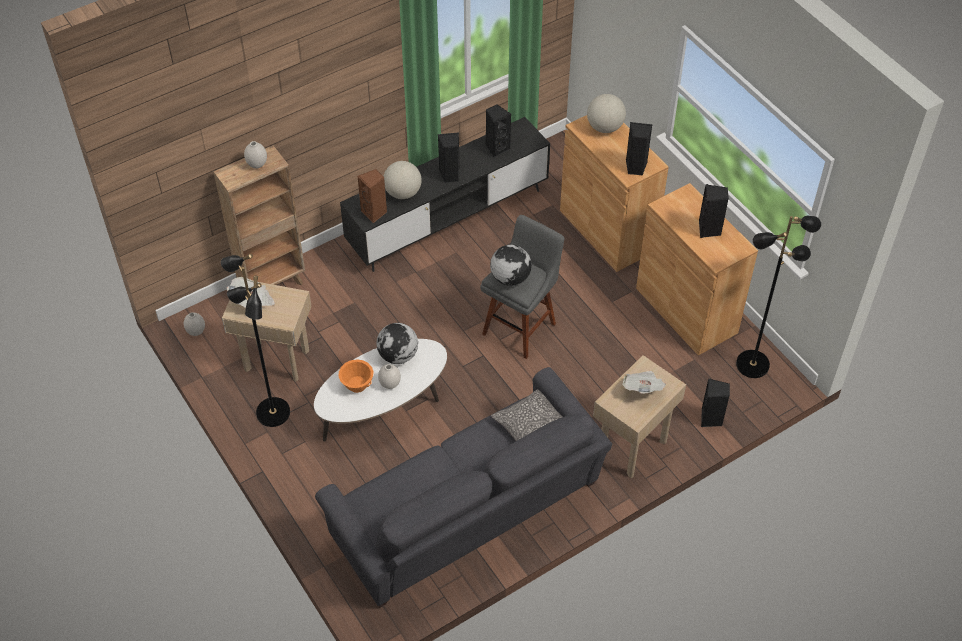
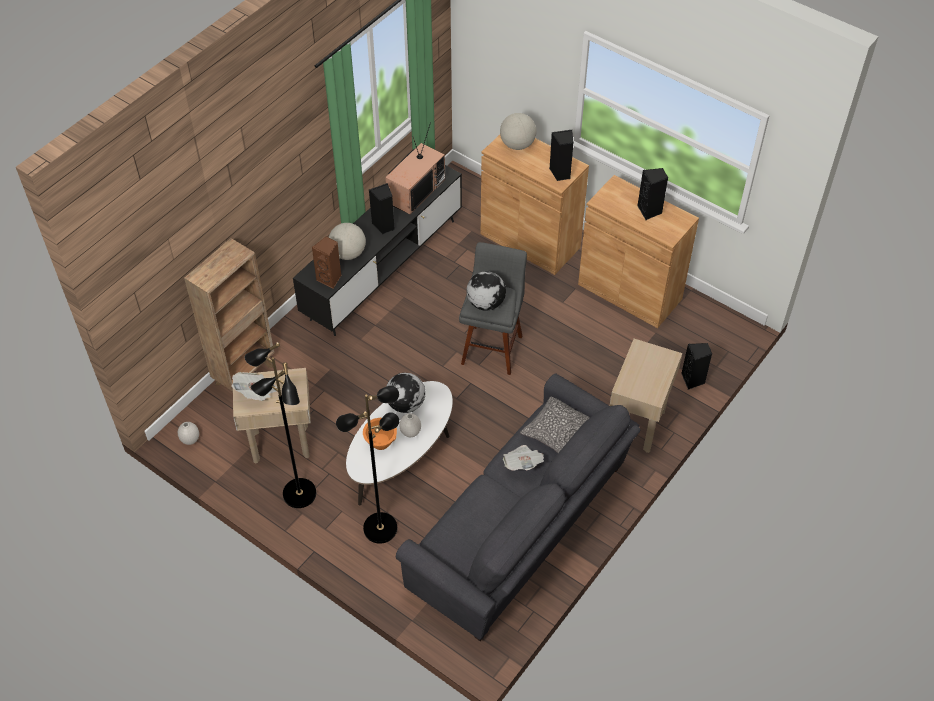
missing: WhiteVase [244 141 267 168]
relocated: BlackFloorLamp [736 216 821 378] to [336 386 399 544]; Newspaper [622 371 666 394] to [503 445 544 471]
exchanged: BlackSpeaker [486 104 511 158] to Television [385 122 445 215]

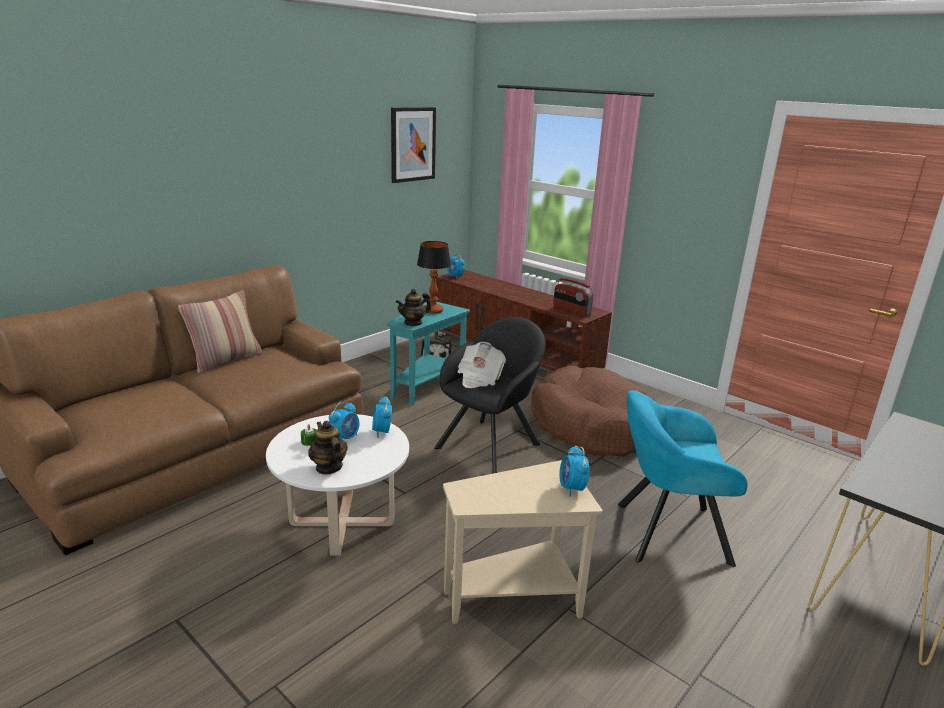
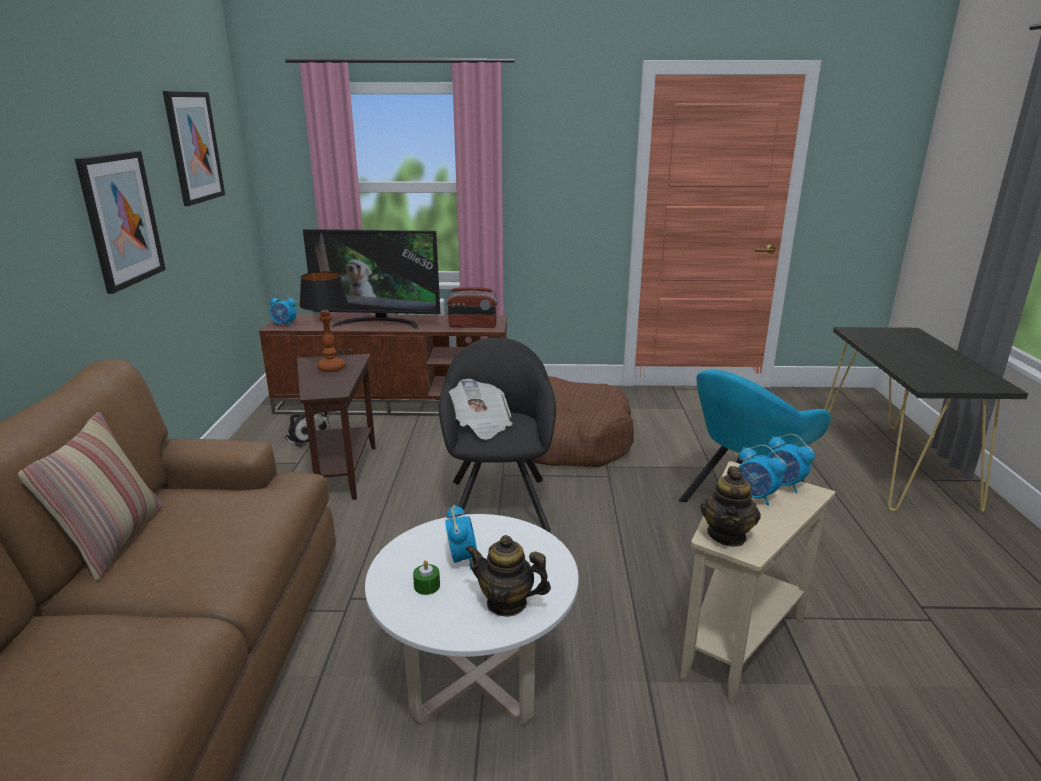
appeared: Picture [75 151 166 294]; Television [303 229 440 329]
relocated: Teapot [396 289 431 326] to [700 466 761 547]; AlarmClock [372 397 392 438] to [738 445 786 506]
colour: TurquoiseSideTable [387 301 470 406] to BrownSideTable [297 354 376 500]

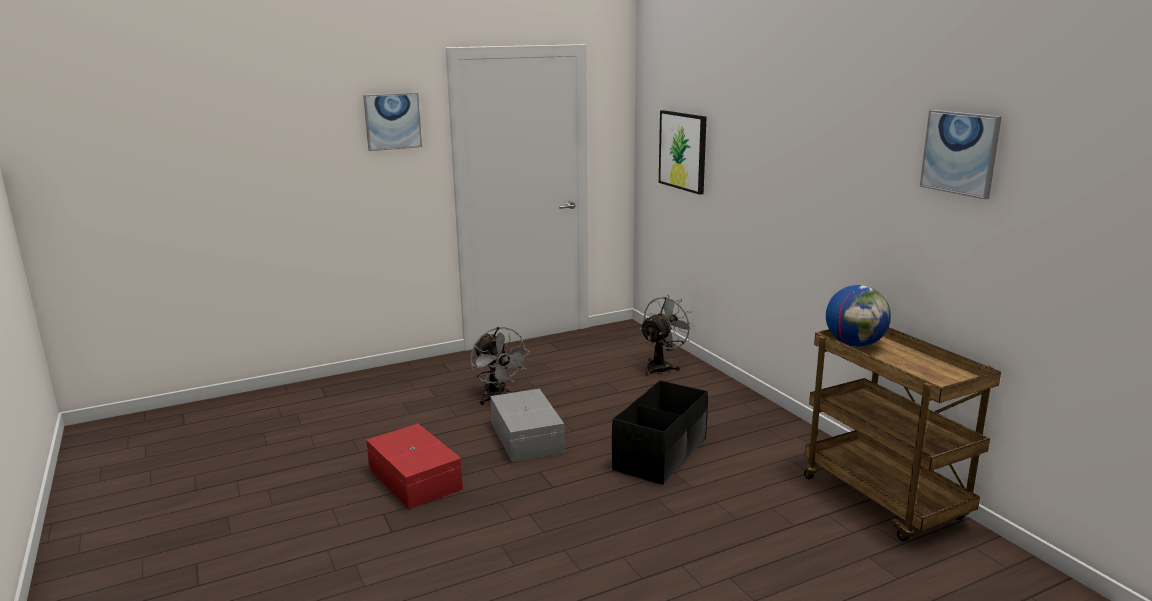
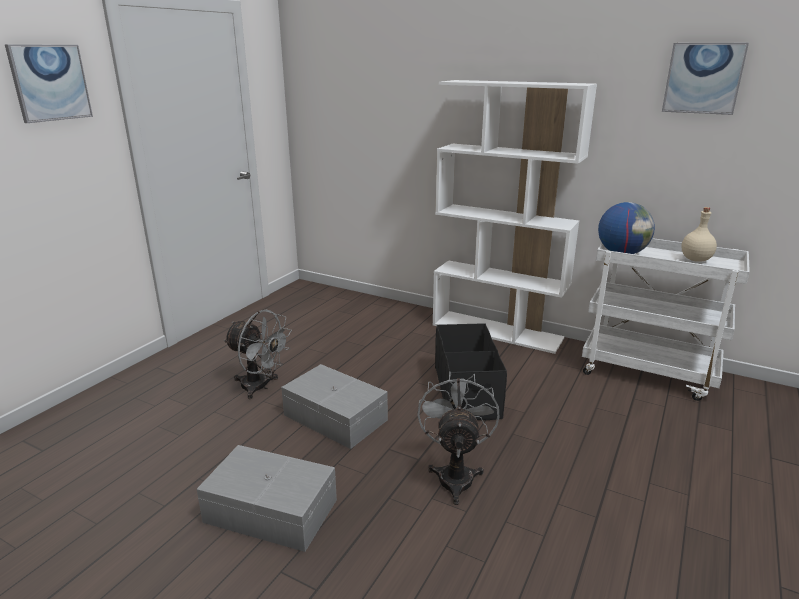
missing: Picture [659 110 706 195]
appeared: WhiteBookcase [432 80 597 354]; BeigeBottle [681 207 717 262]
relocated: GreyFan [640 295 695 376] to [417 371 499 505]
colour: BrownCart [804 327 1001 542] to WhiteCart [582 238 750 401]; RedStorageBox [366 424 463 510] to GreyStorageBox [197 445 337 552]

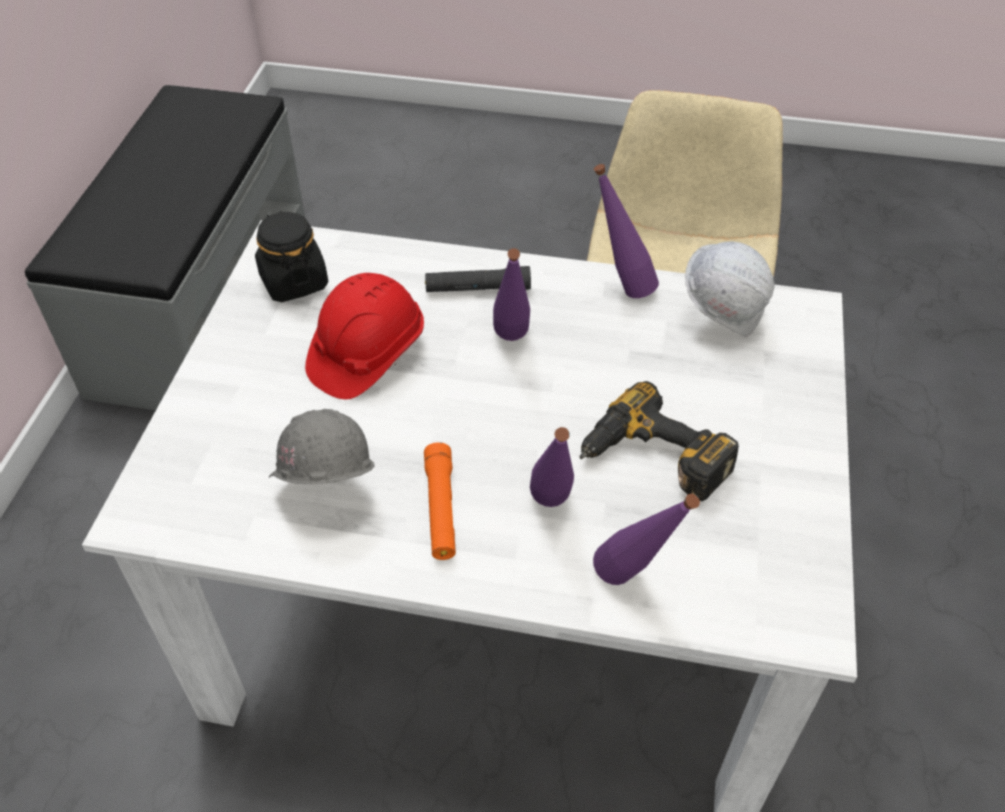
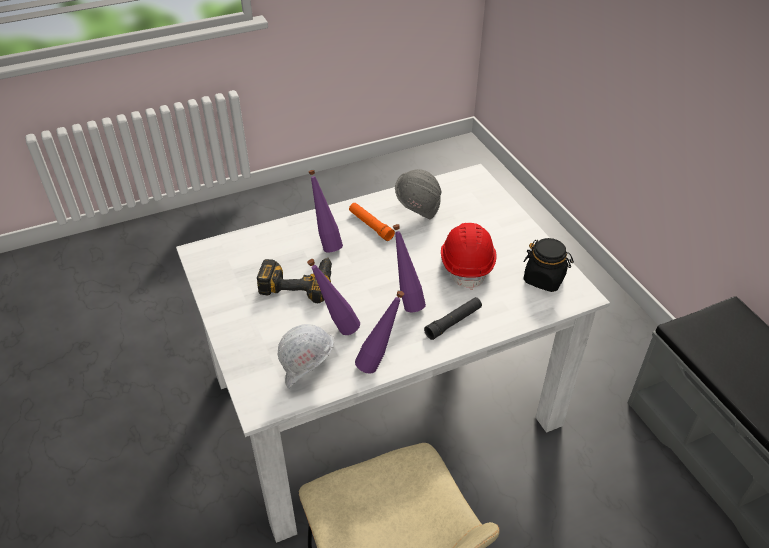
relocated: PurpleBottle [593 494 700 585] to [307 259 360 335]

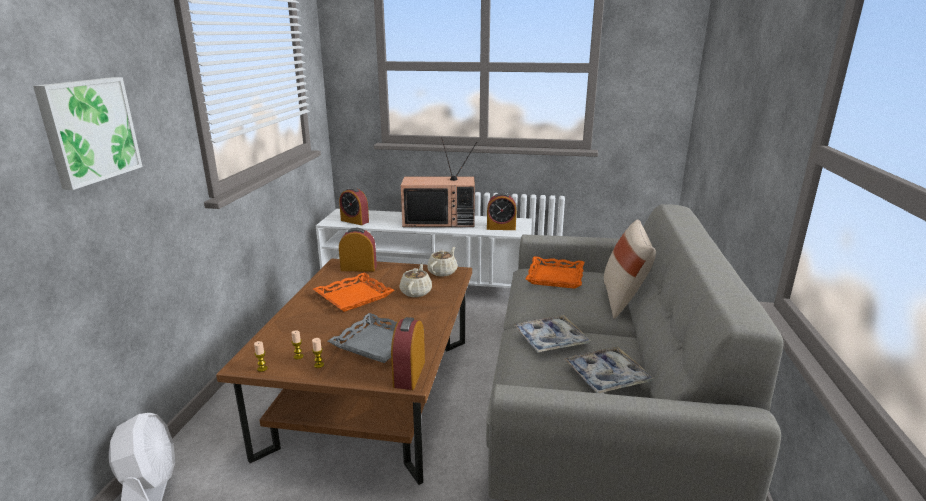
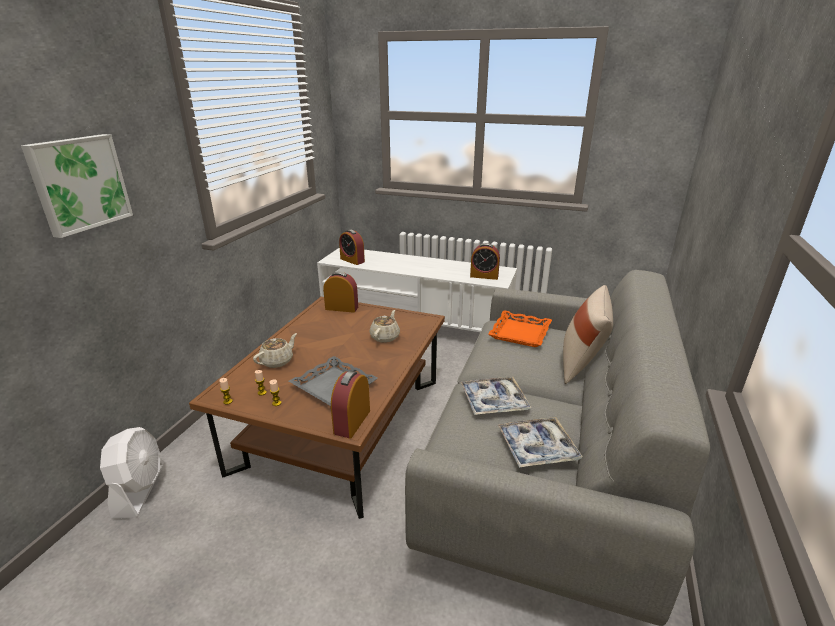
missing: Television [401 137 477 227]; OrangeTray [313 272 394 312]
relocated: BeigeTeapot [427 247 458 277] to [253 333 297 368]

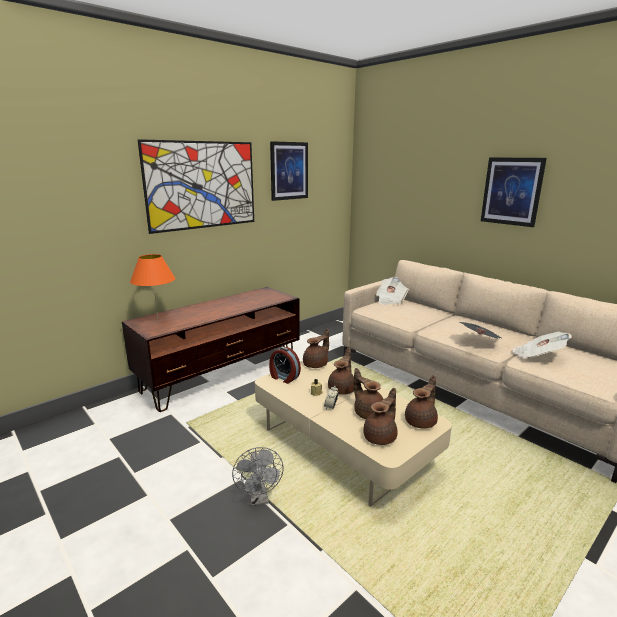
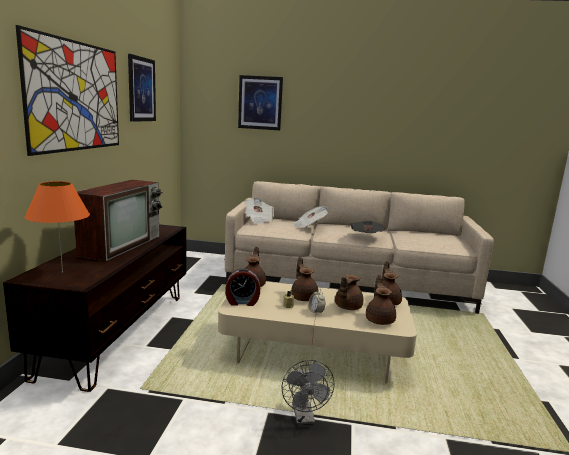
appeared: Television [74 180 163 261]
relocated: Picture [481 157 547 227] to [238 75 283 130]; Newspaper [512 332 572 359] to [292 206 328 228]
spun: BrownTeapot [354 368 383 419] = [335 275 363 310] 75 degrees counterclockwise; GreyFan [232 447 284 506] = [281 360 335 424] 45 degrees clockwise

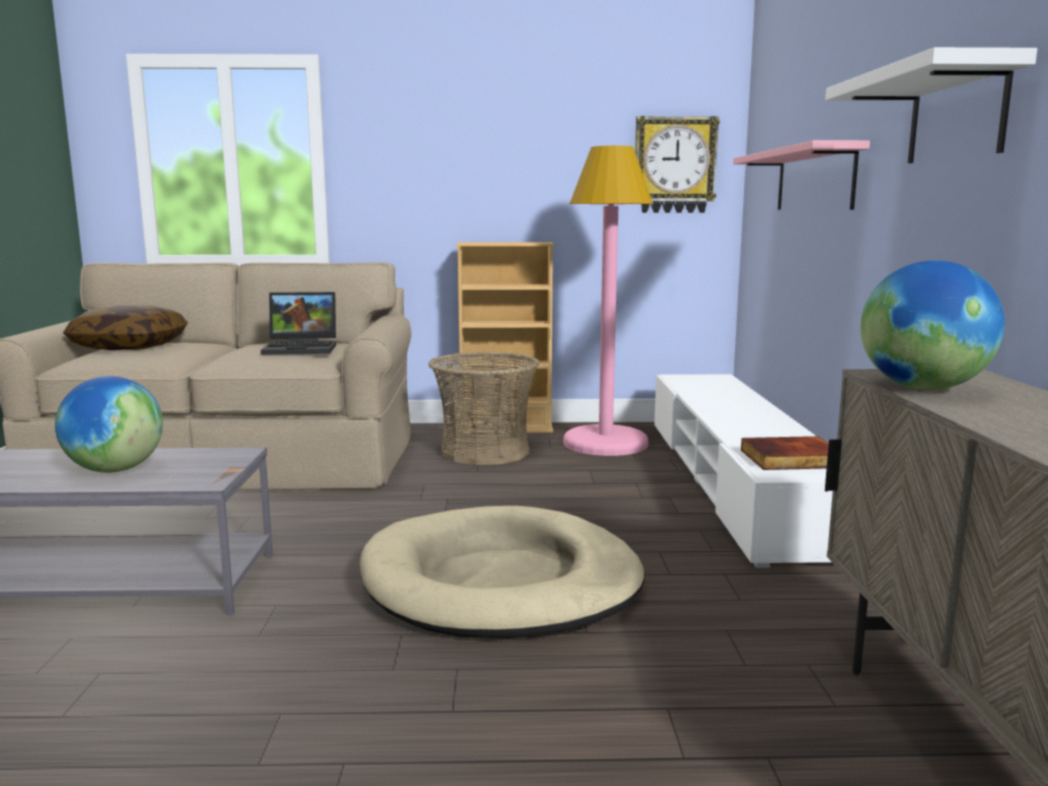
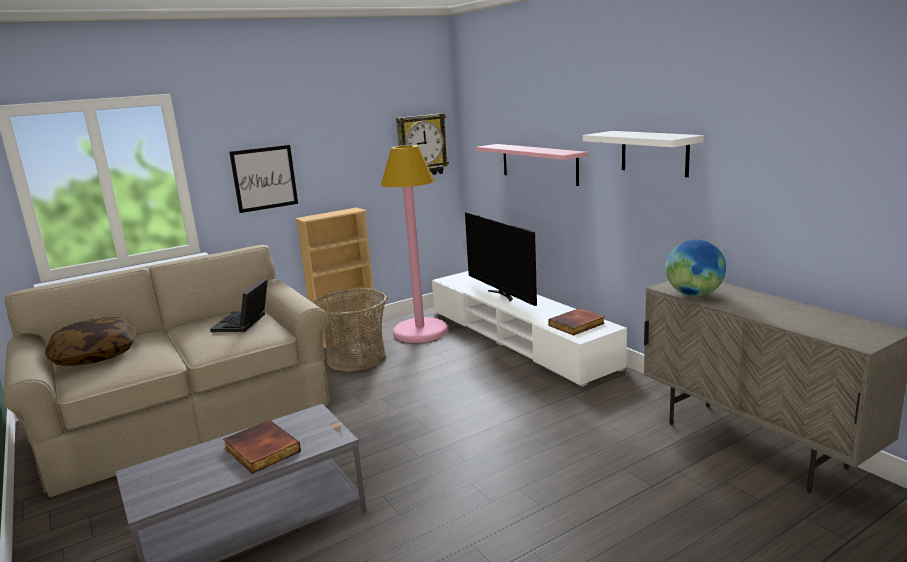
missing: BeigeDogBed [360 506 645 638]
appeared: Picture [229 145 298 213]; Television [465 212 537 306]
exchanged: Globe [55 376 163 473] to Book [223 420 301 474]
spun: Laptop [261 292 336 355] = [210 278 268 332] 135 degrees clockwise

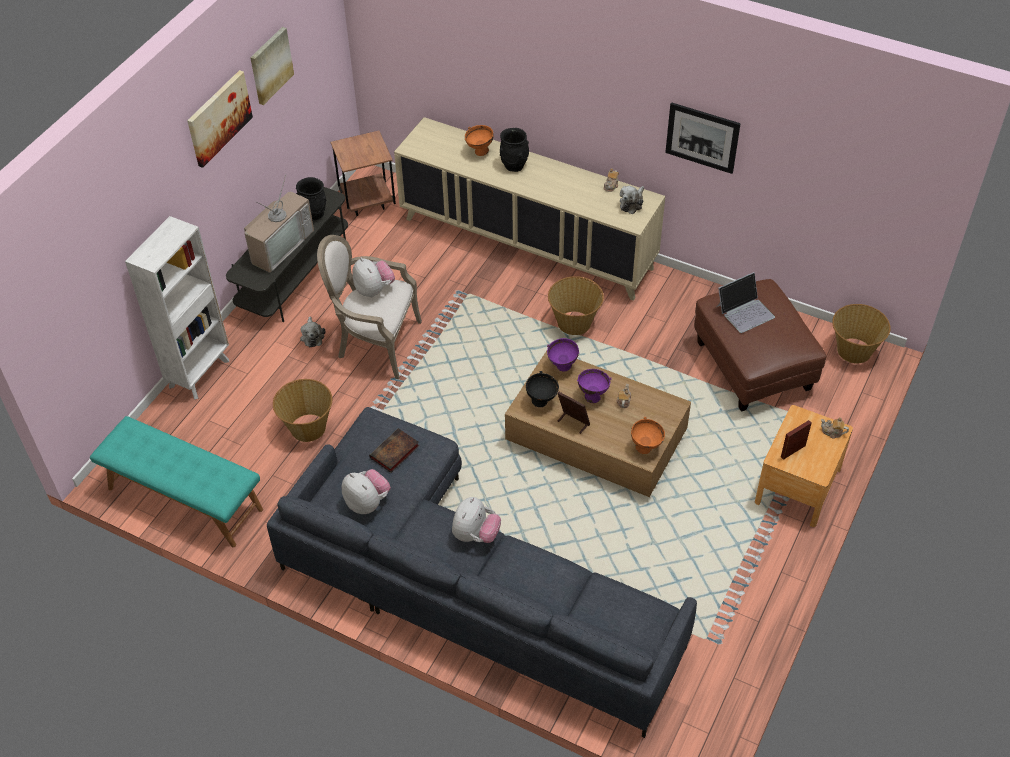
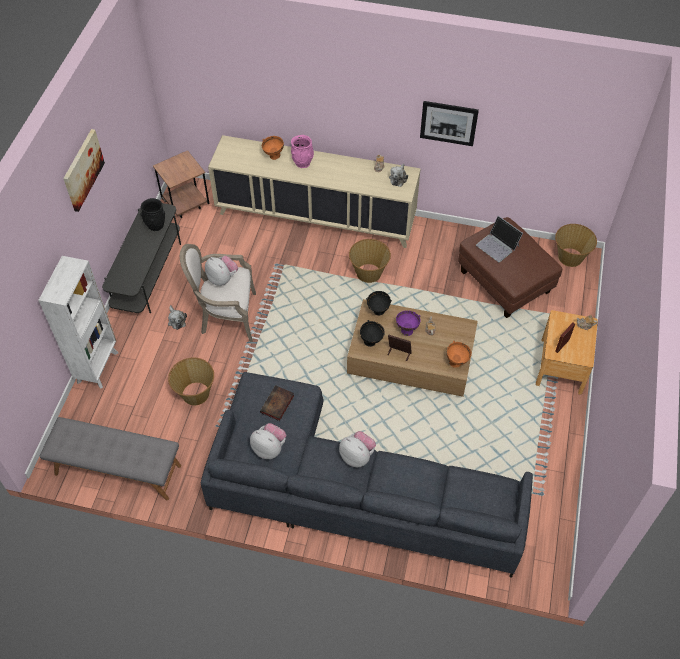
missing: Picture [250 27 294 105]; Television [244 175 314 273]
colour: BlackVase [500 128 529 172] to PinkVase [291 135 314 168]; PurpleBowl [547 338 579 372] to BlackBowl [366 291 392 315]; TurquoiseBench [90 416 263 547] to GreyBench [40 417 181 501]
spun: Laptop [717 272 775 333] = [476 216 523 262] 90 degrees clockwise; PlushToy [452 497 501 543] = [339 431 376 467] 60 degrees counterclockwise

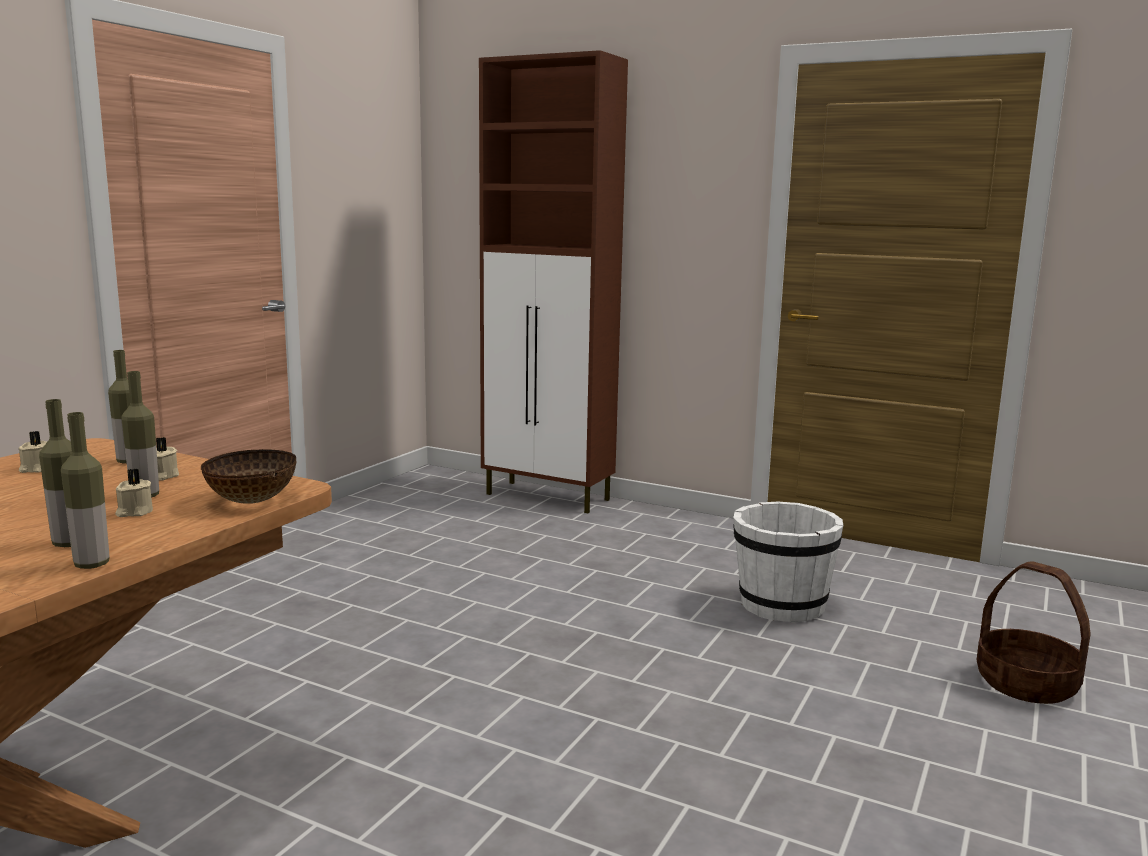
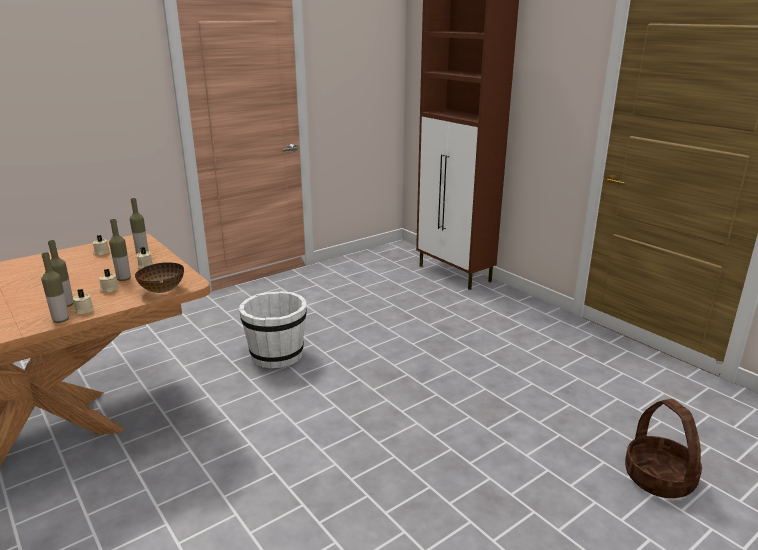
appeared: BeigeCandle [72 289 94 315]
relocated: WhiteBucket [733 502 843 623] to [239 291 307 368]

